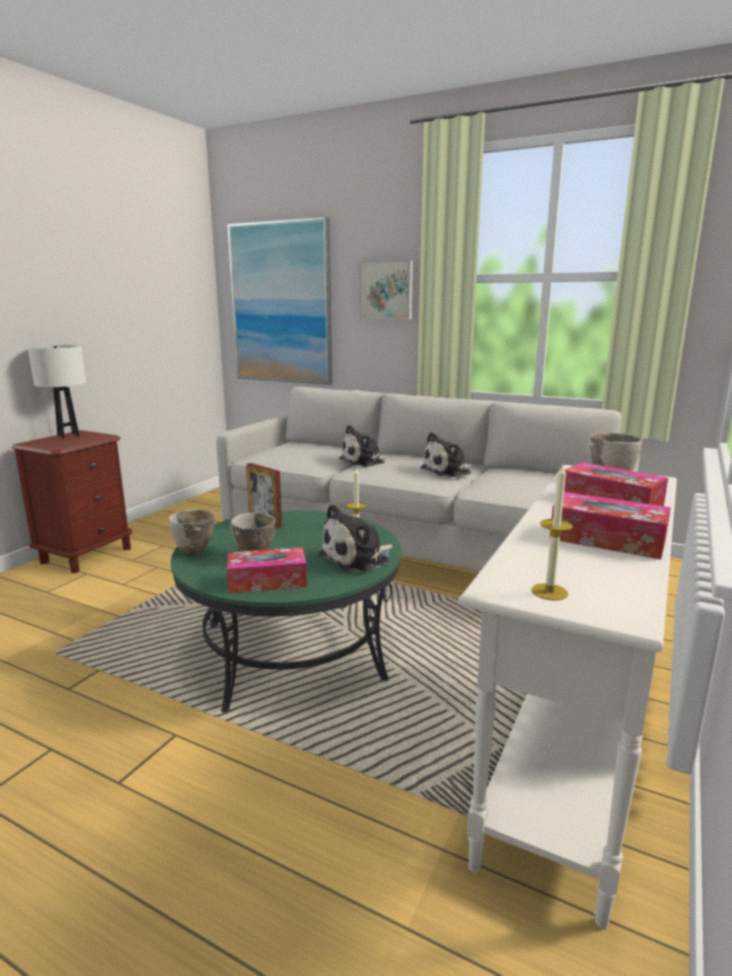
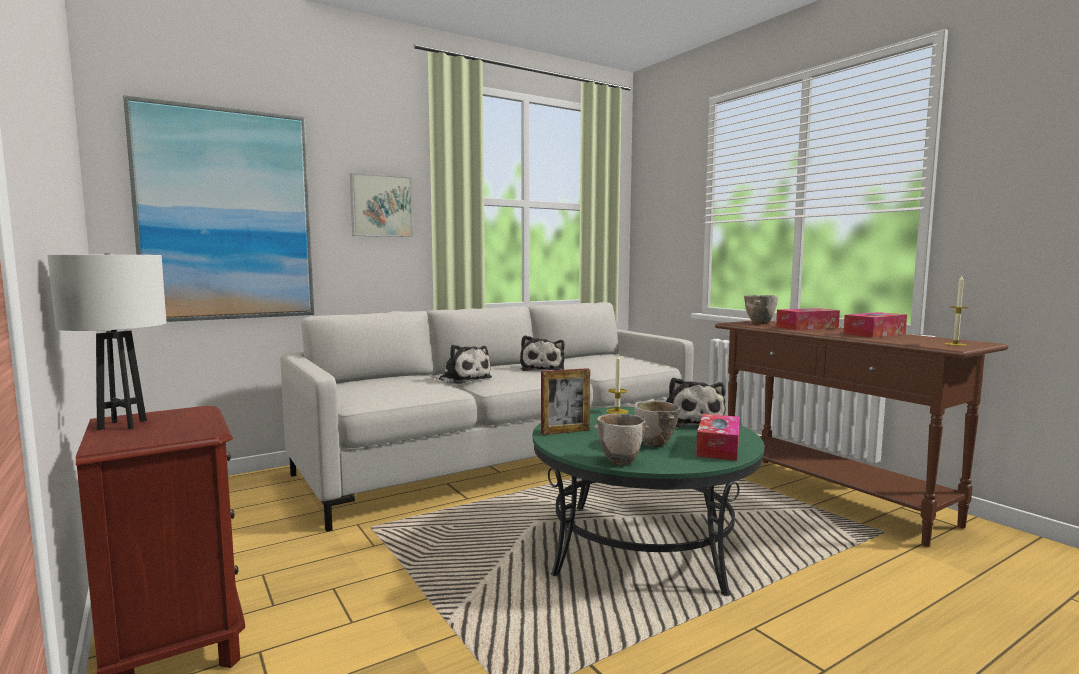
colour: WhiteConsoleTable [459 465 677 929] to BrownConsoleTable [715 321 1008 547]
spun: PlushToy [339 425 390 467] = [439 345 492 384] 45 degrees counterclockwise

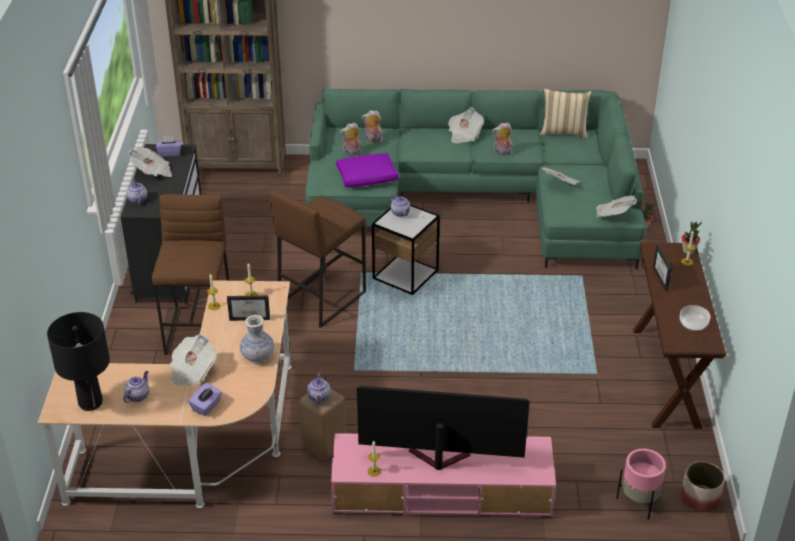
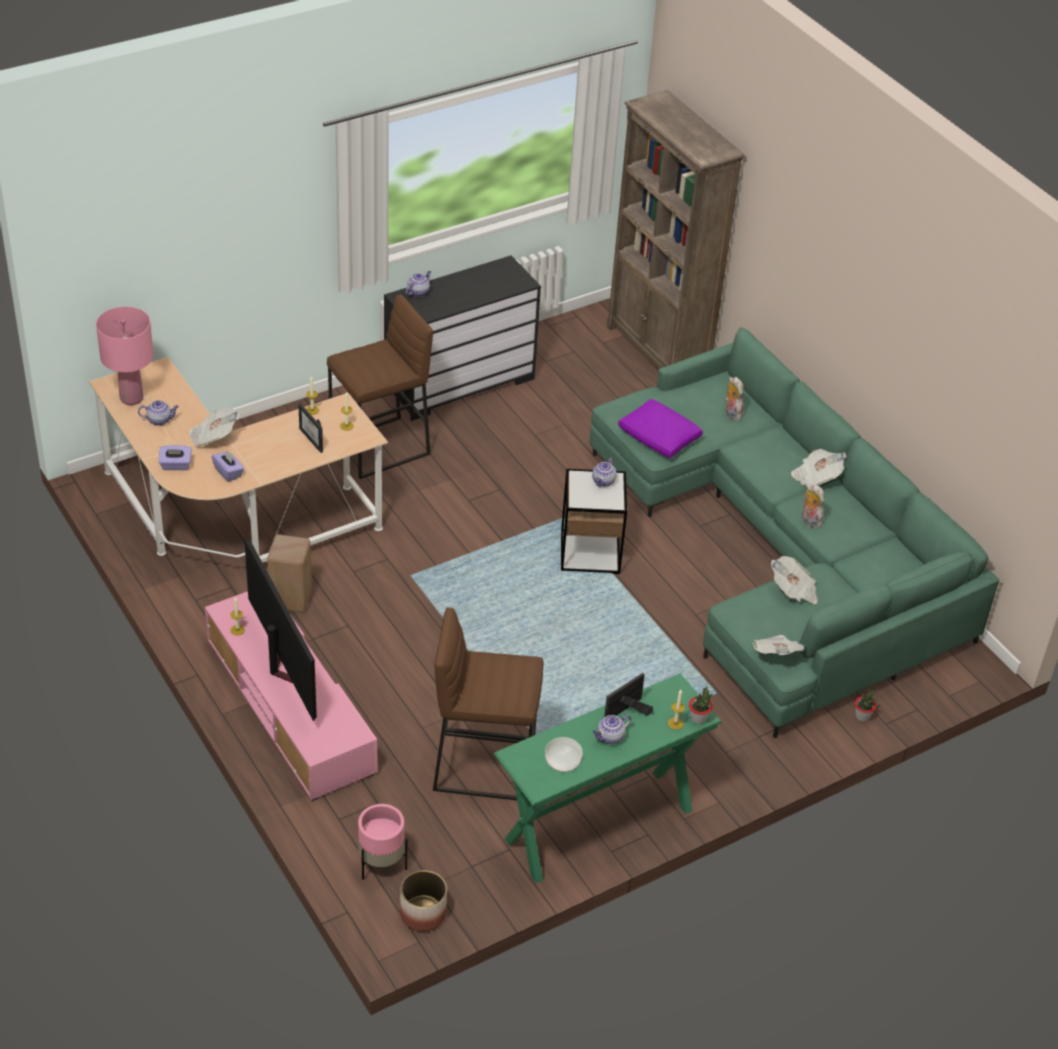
missing: BeigePillow [540 89 592 138]; PlushToy [340 123 361 157]; Newspaper [128 148 172 177]; Vase [240 315 274 362]
relocated: PurpleTissueBox [156 136 182 157] to [212 450 244 482]; BrownStool [269 190 366 328] to [433 607 544 800]; Teapot [307 373 331 403] to [592 714 631 744]
colour: BrownConsoleTable [633 242 726 429] to GreenConsoleTable [494 673 722 883]; BlackTableLamp [47 312 110 411] to PinkTableLamp [96 307 154 405]

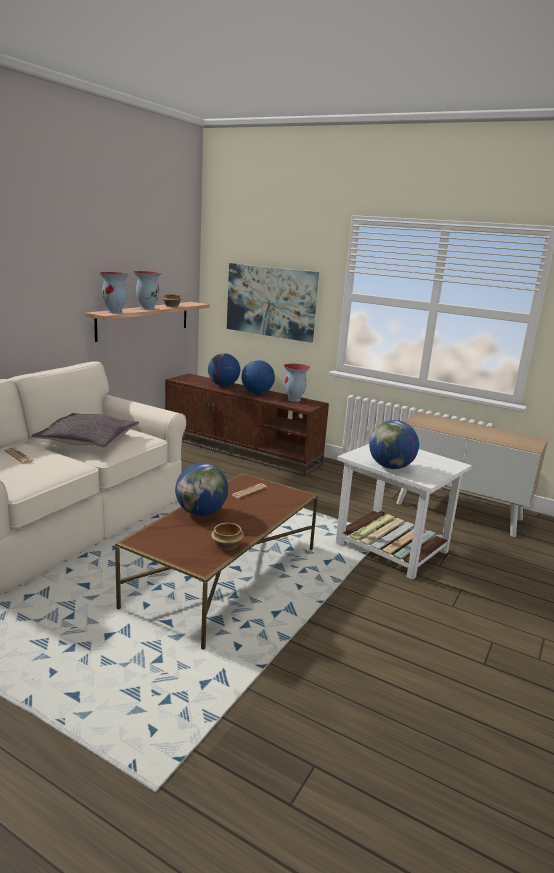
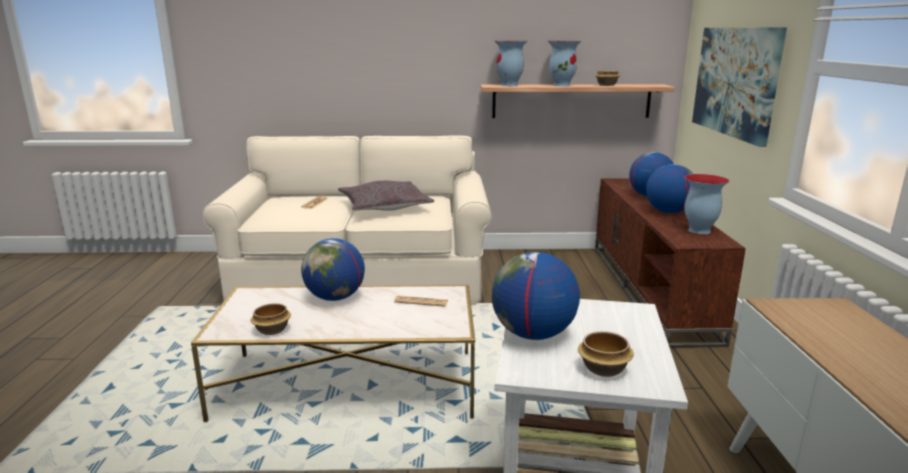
appeared: Bowl [578 331 634 377]
colour: BrownCoffeeTable [115 473 318 650] to WhiteCoffeeTable [191 285 475 422]

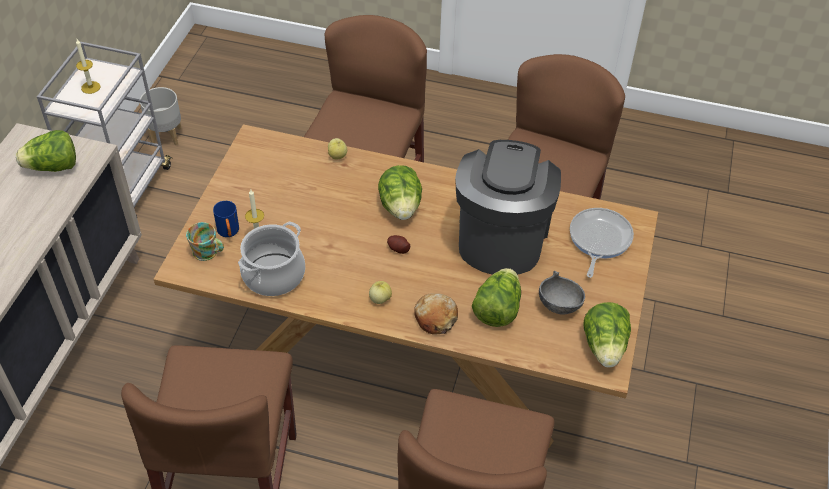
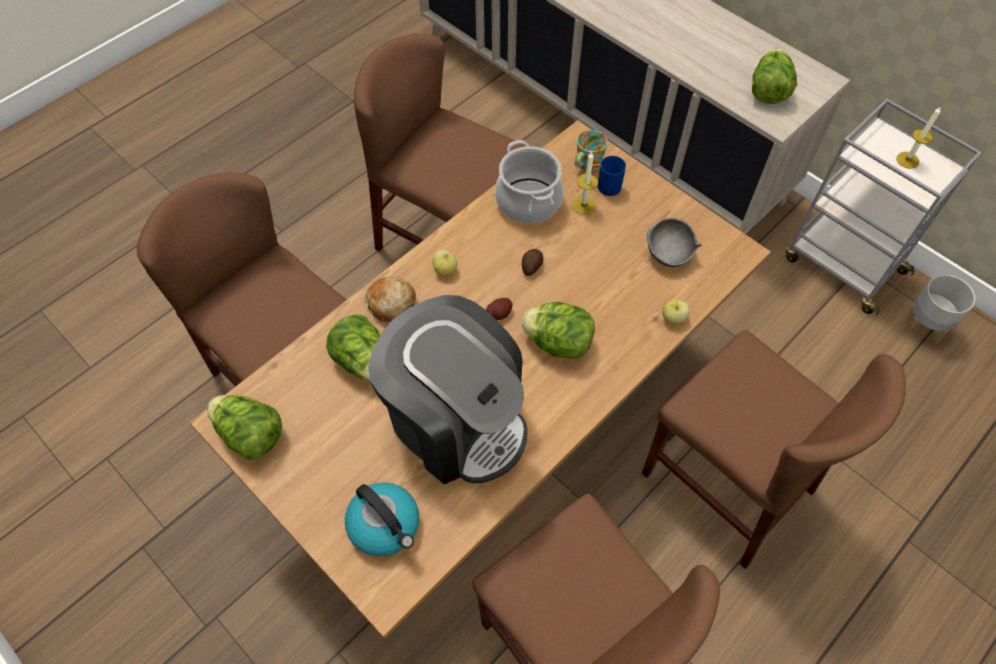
appeared: Potato [522 249 543 276]
relocated: GreyBowl [539 271 585 315] to [647 218 702 267]
exchanged: FryingPan [570 208 634 278] to Kettle [345 482 419 556]

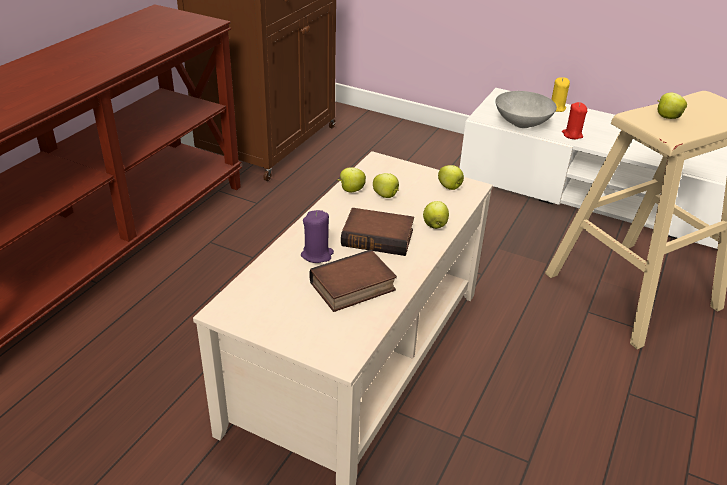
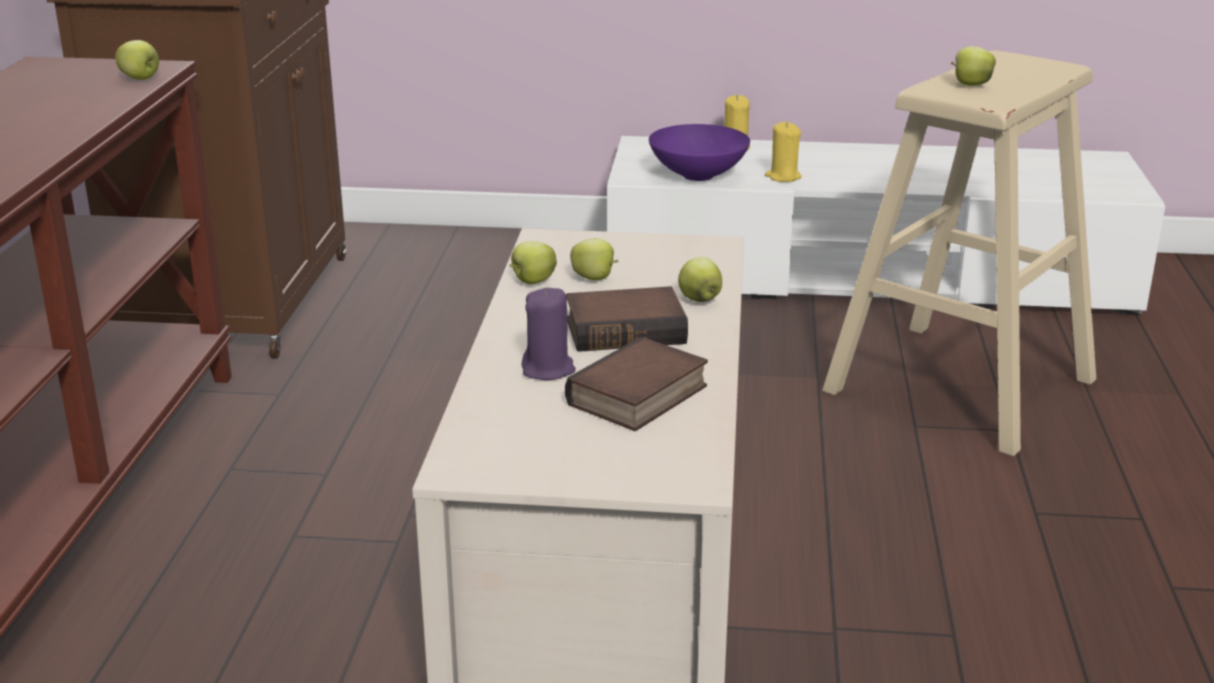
relocated: Apple [438 165 464 190] to [115 40 159 80]
colour: GreyBowl [495 91 557 128] to PurpleBowl [649 124 750 181]; RedCandle [562 102 587 140] to YellowCandle [765 122 802 182]

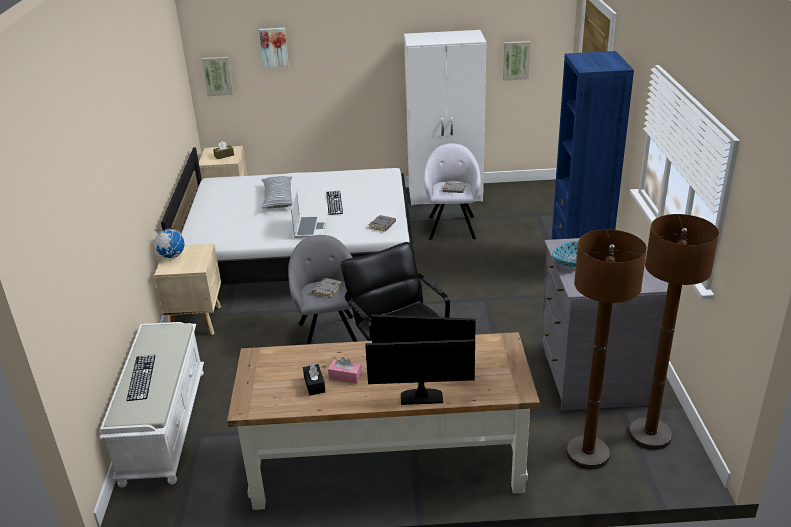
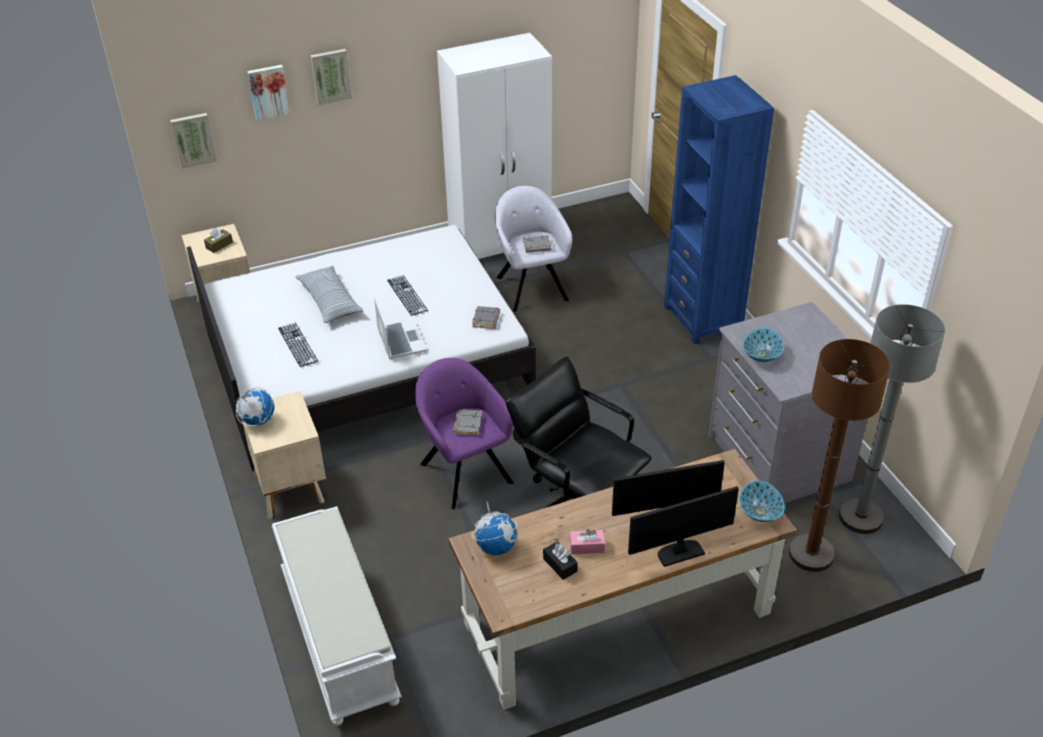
appeared: Bowl [739 481 785 522]; Globe [472 501 518 555]
relocated: Picture [503 41 530 81] to [311 49 352 105]; Keyboard [126 354 155 401] to [278 322 318 367]
colour: BrownFloorLamp [629 214 719 450] to GreyFloorLamp [839 304 945 534]; GreyArmchair [288 235 358 345] to PurpleArmchair [415 358 514 509]

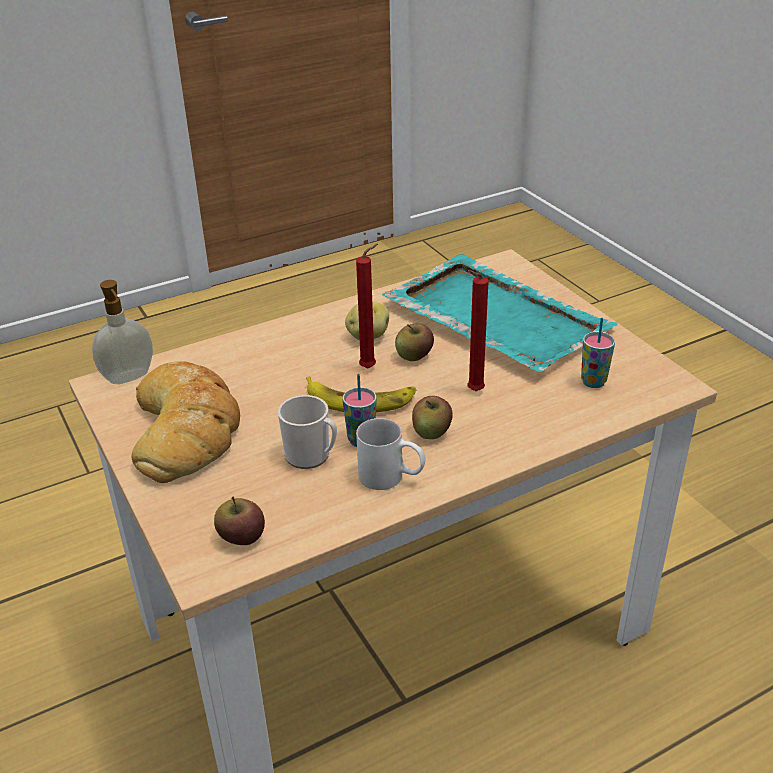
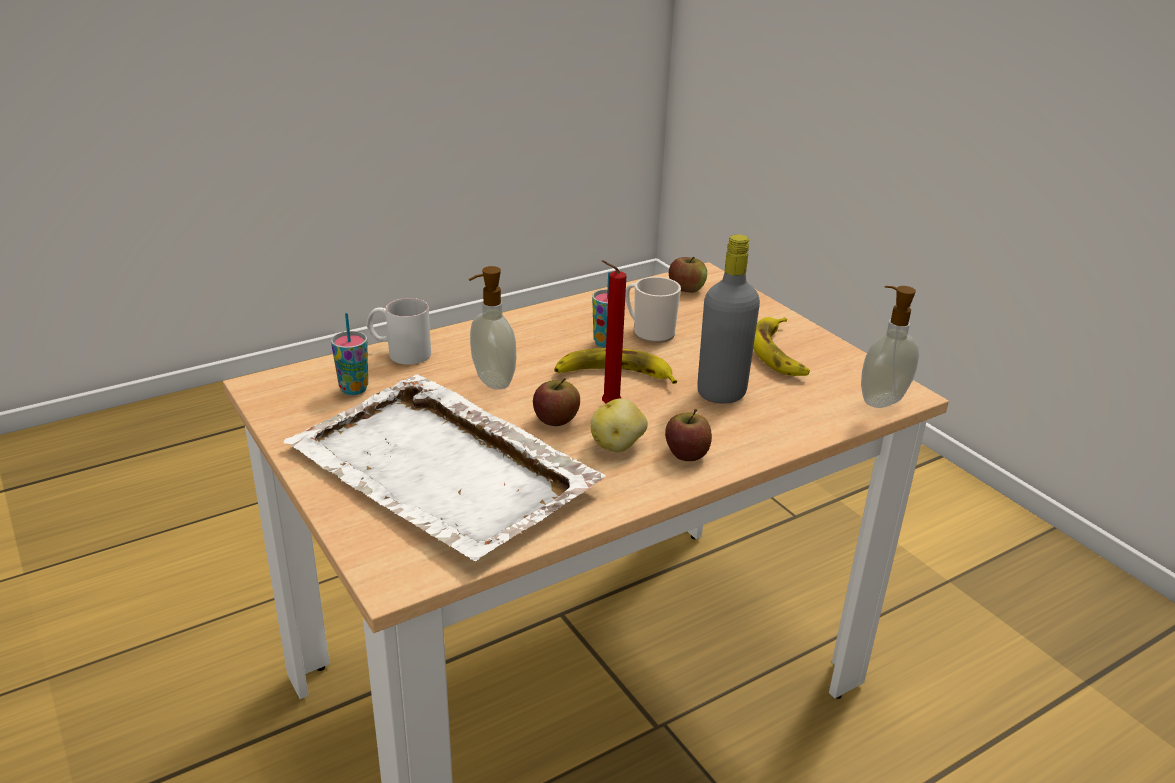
appeared: GreyBottle [697 235 760 404]
relocated: Apple [412 396 453 439] to [665 409 712 461]; WhiteMug [356 418 426 490] to [367 298 431 365]
exchanged: RedCandle [467 270 489 391] to SoapDispenser [469 266 516 390]; Bread [131 362 240 483] to Banana [753 317 810 376]
colour: TurquoiseTray [382 254 618 372] to WhiteTray [284 374 606 561]

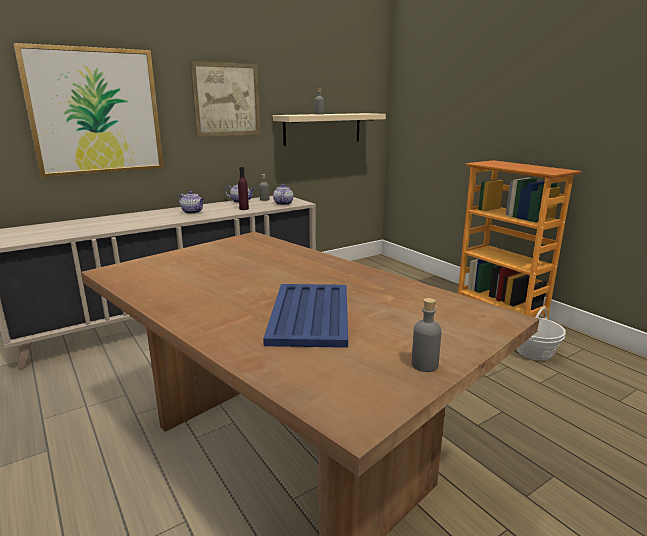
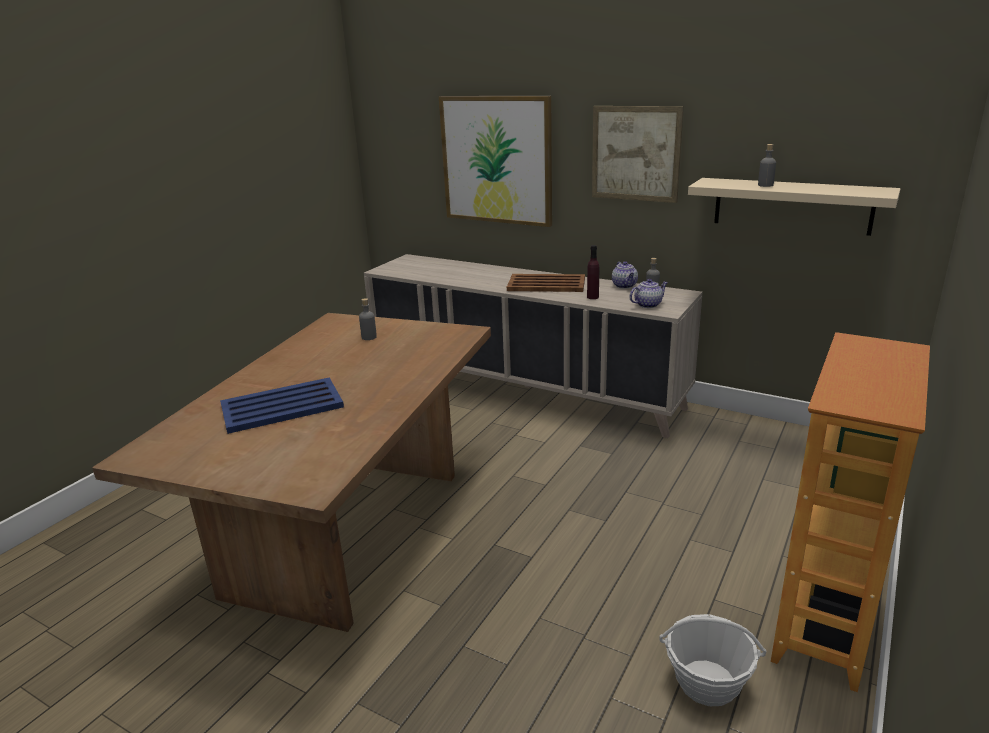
relocated: GreyBottle [412 298 442 372] to [359 298 377 340]
exchanged: Teapot [178 191 205 214] to BrownTray [507 274 585 292]

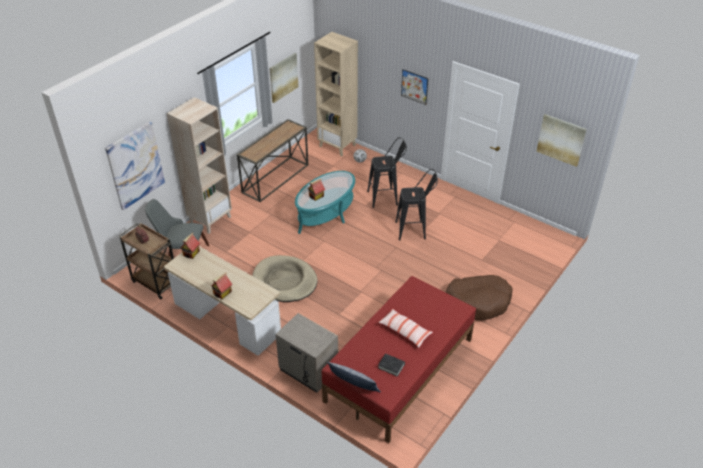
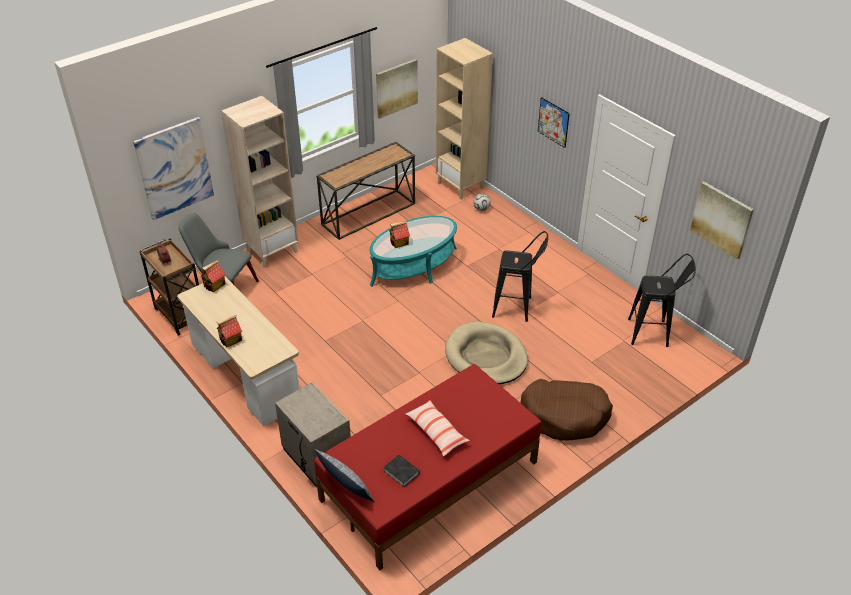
relocated: BlackStool [367 137 407 208] to [628 254 696 347]; BeigeDogBed [252 255 317 302] to [445 322 528 384]

